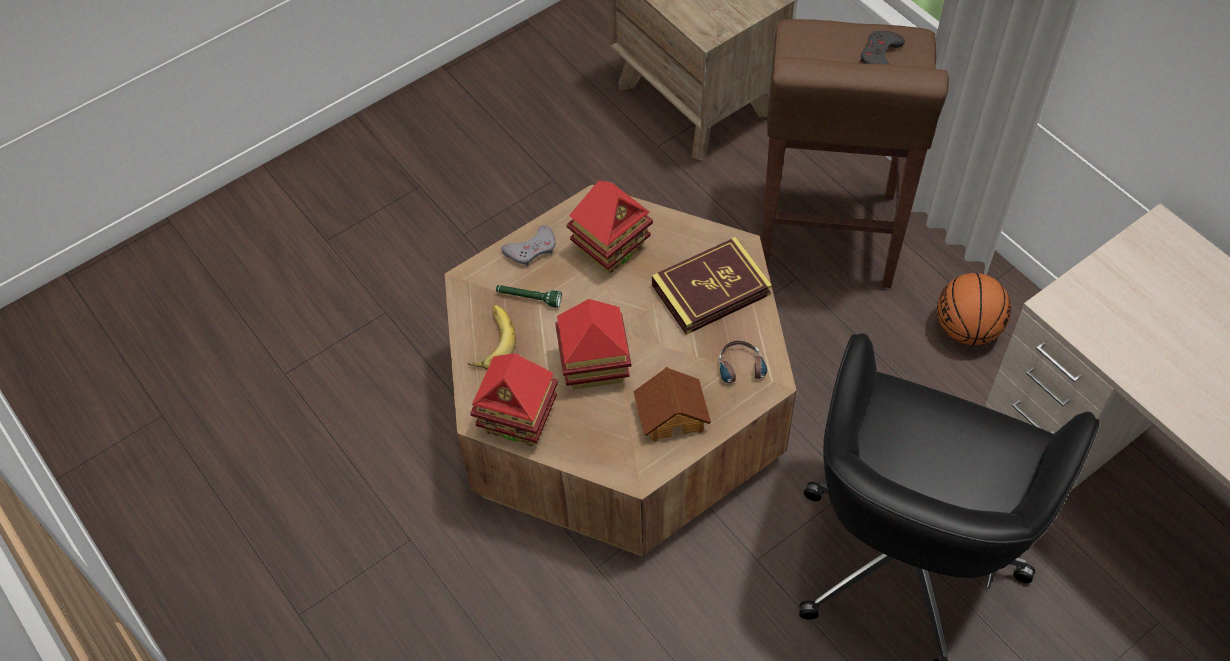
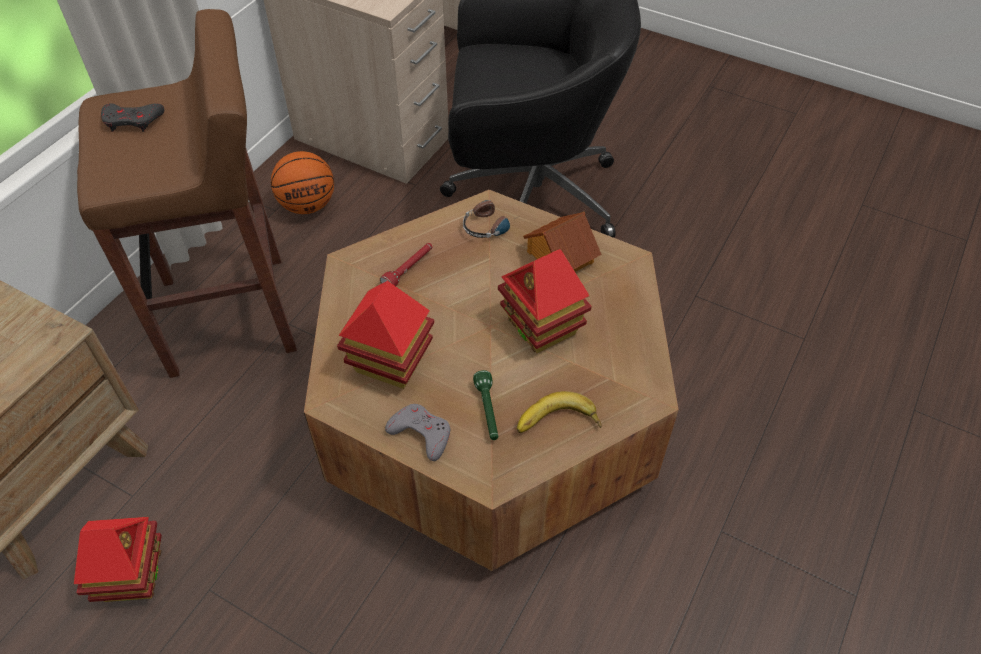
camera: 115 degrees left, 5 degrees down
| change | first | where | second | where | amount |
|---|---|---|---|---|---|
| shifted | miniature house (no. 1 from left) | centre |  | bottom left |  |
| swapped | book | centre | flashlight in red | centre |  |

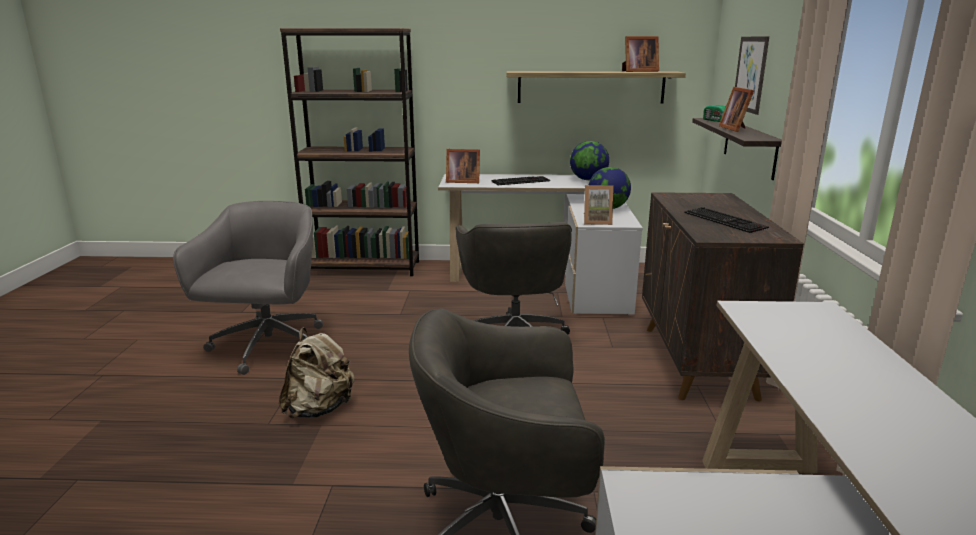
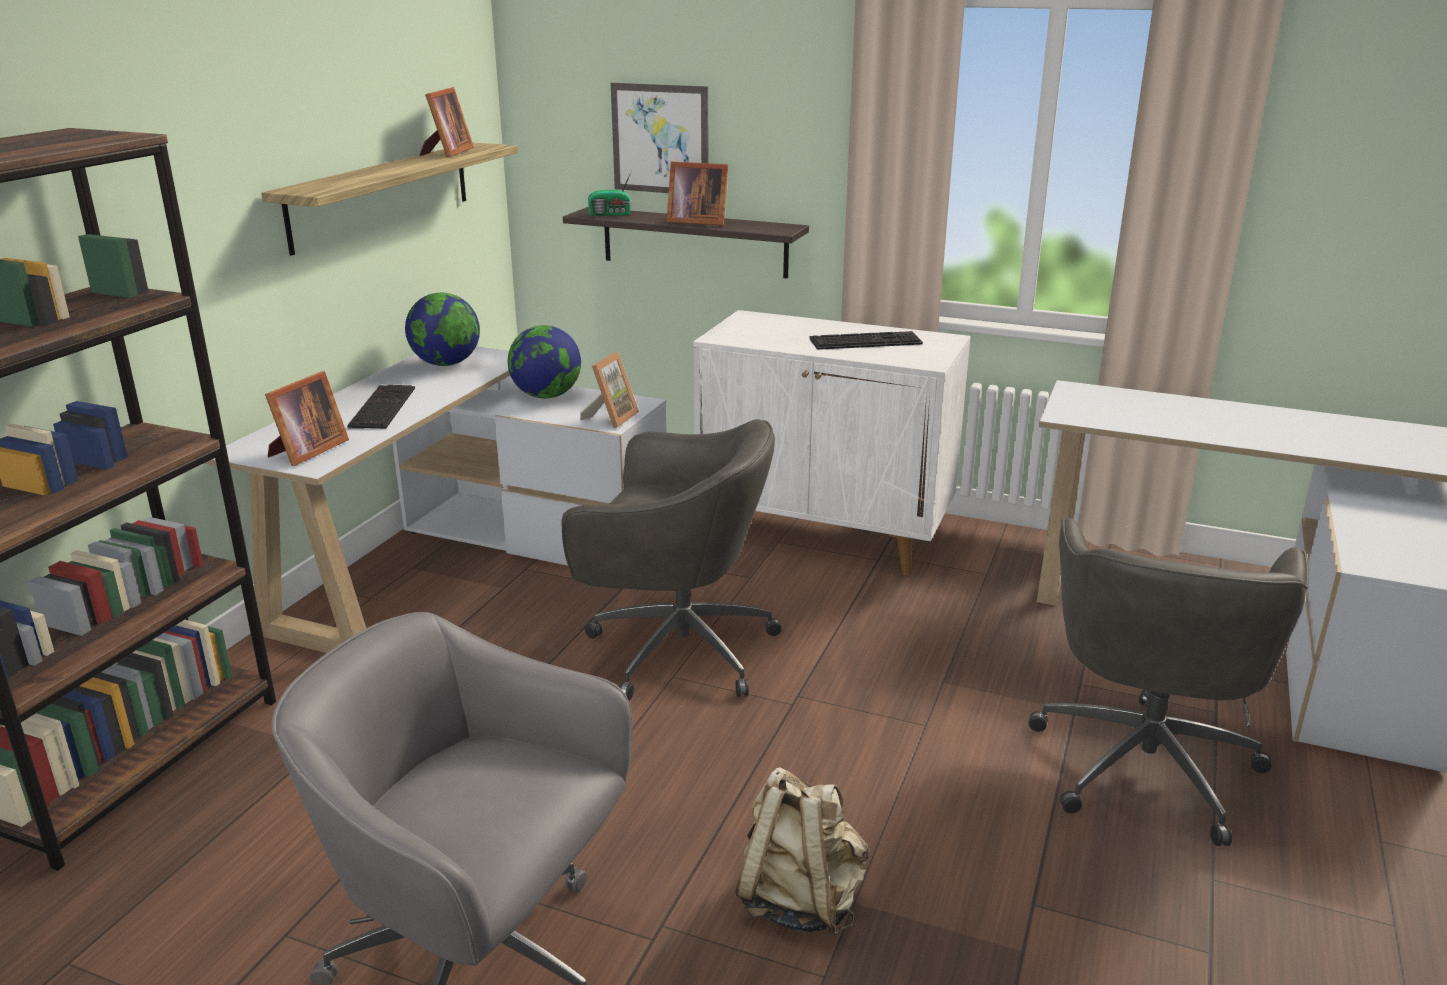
camera: 70 degrees left, 5 degrees up
| change | first | where | second | where | amount |
|---|---|---|---|---|---|
| repainted | cabinet in brown-coloured | middle right | cabinet in white-coloured | centre |  |

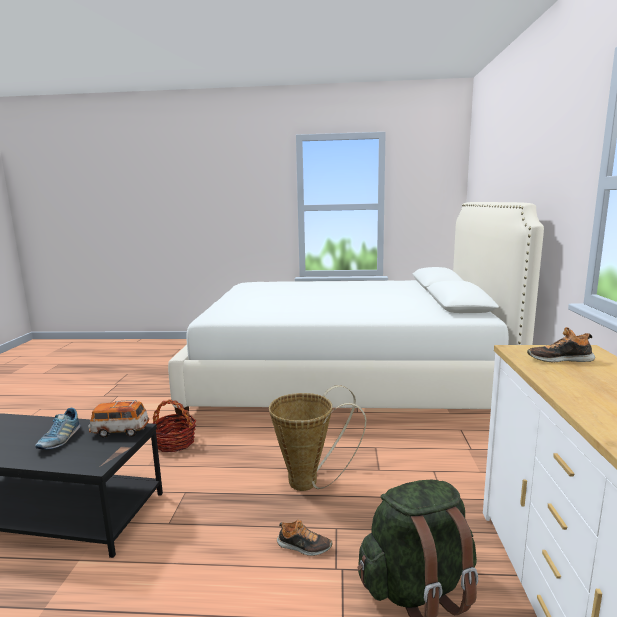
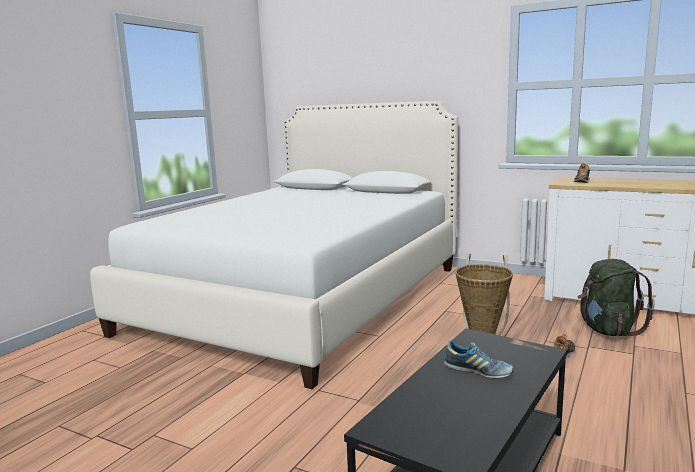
camera: 65 degrees left, 0 degrees up
| change | first | where | second | where | amount |
|---|---|---|---|---|---|
| gone | miniature car | bottom left |  |  |  |
| gone | storage basket (no. 1 from left) | bottom left |  |  |  |

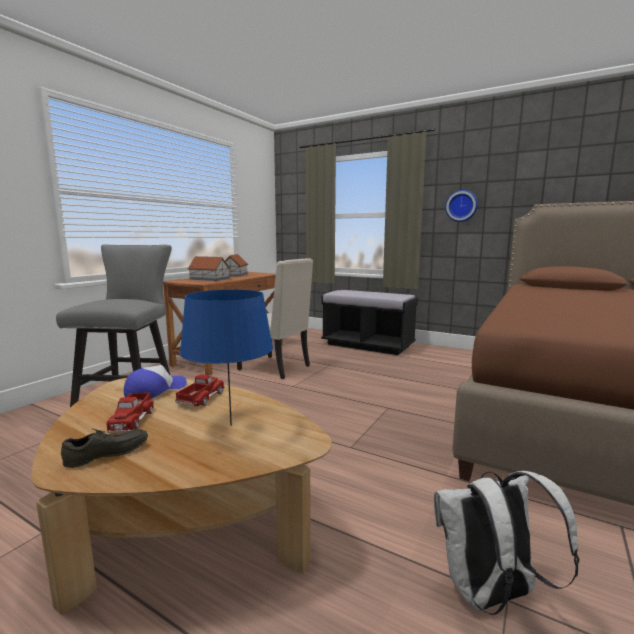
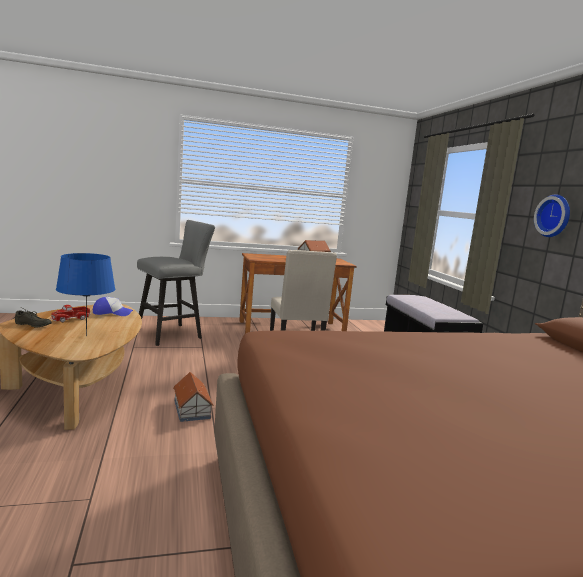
camera: 45 degrees right, 0 degrees up
| change | first | where | second | where | amount |
|---|---|---|---|---|---|
| gone | toy lorry (no. 2 from left) | middle left |  |  |  |
| shifted | miniature house (no. 1 from left) | middle left |  | bottom left |  |
| gone | knapsack in white-coloured | bottom right |  |  |  |

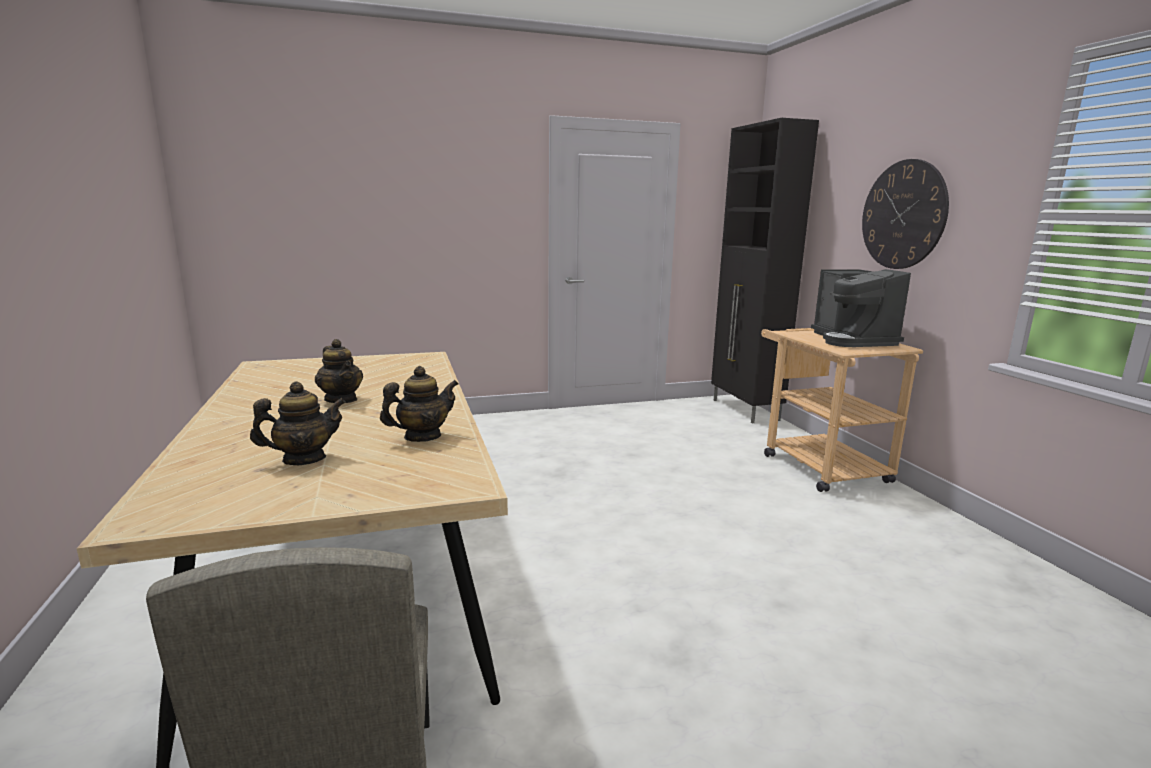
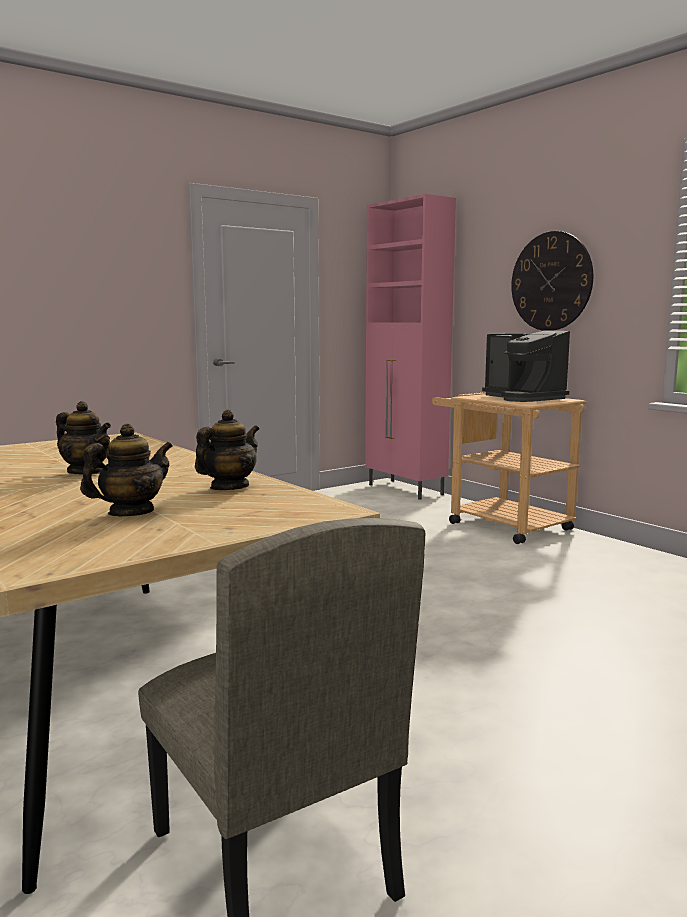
camera: 20 degrees left, 5 degrees down
| change | first | where | second | where | amount |
|---|---|---|---|---|---|
| repainted | cabinet in blackish | centre | cabinet in pink-coloured | centre |  |

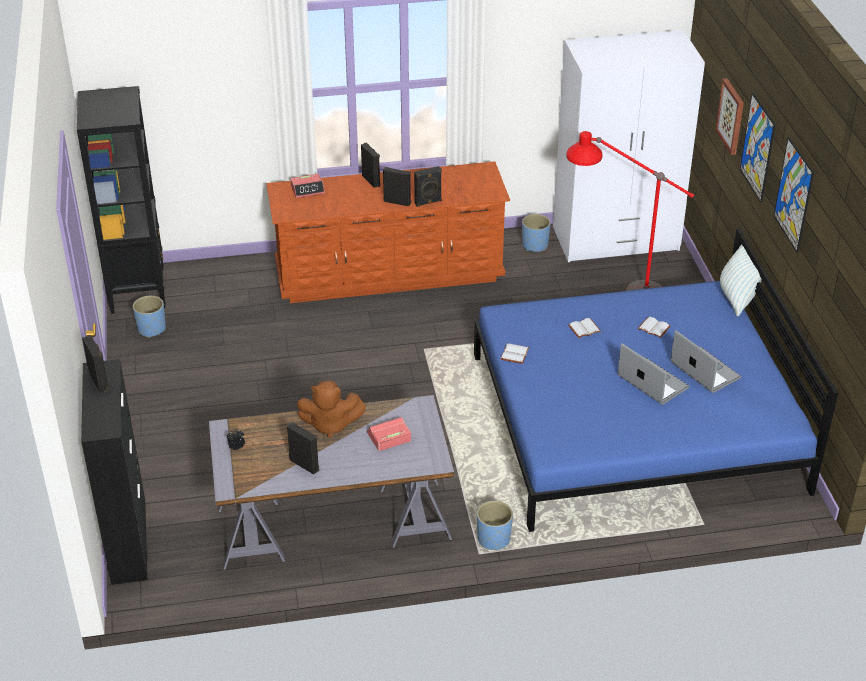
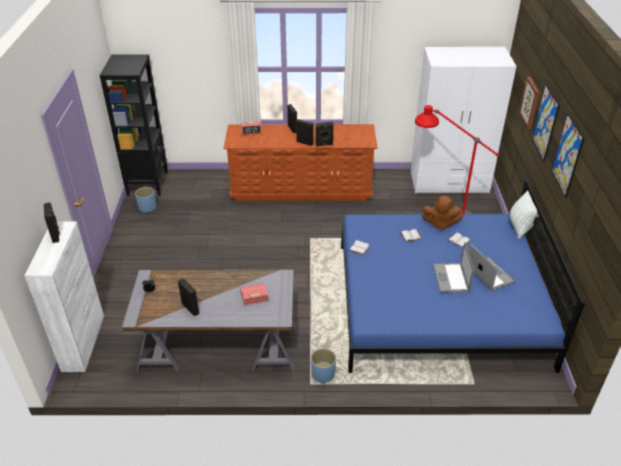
camera: 10 degrees right, 0 degrees up
| change | first | where | second | where | amount |
|---|---|---|---|---|---|
| repainted | cabinet in blackish | bottom left | cabinet in white-coloured | middle left |  |
| shifted | plush toy in brown-coloured | centre |  | middle right |  |
| gone | flower pot in bluish (no. 3 from left) | centre |  |  |  |
| rotated | portable computer (no. 1 from left) | middle right |  | middle right | 150 degrees counterclockwise |

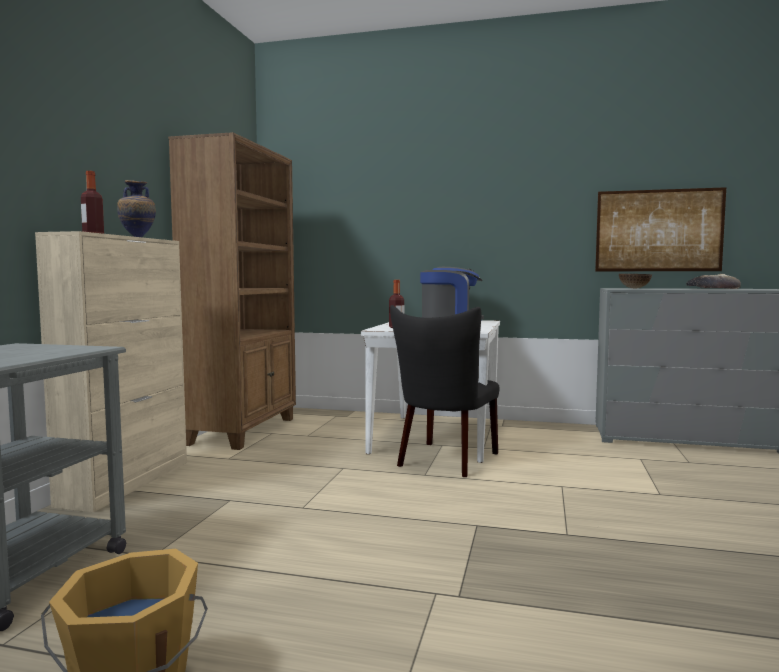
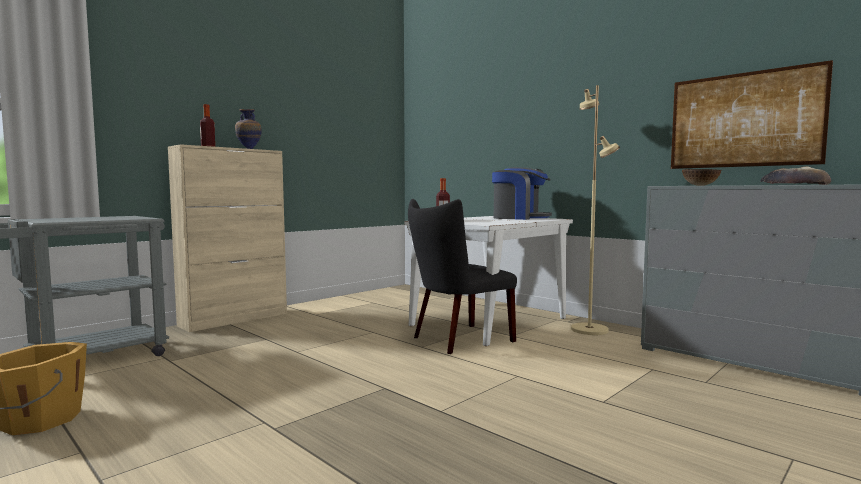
camera: 30 degrees right, 0 degrees up
| change | first | where | second | where | amount |
|---|---|---|---|---|---|
| gone | bookcase in brown-coloured | middle left |  |  |  |
| new |  |  | standing lamp in sand-coloured | middle right |  |

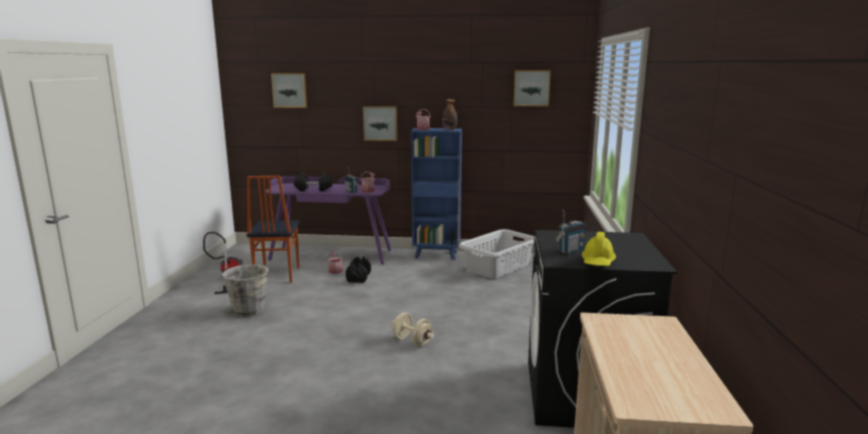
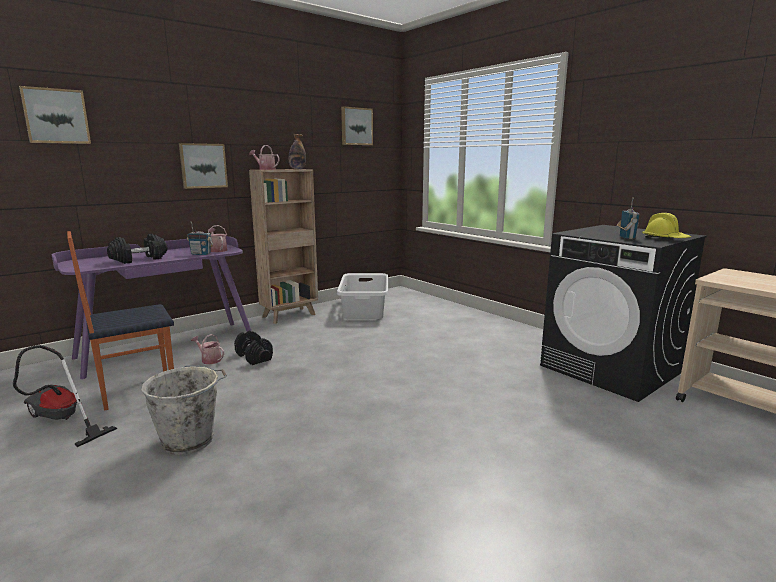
camera: 45 degrees left, 0 degrees up
| change | first | where | second | where | amount |
|---|---|---|---|---|---|
| rotated | chair | middle left |  | middle left | 105 degrees clockwise |
| gone | free weight in sand-coloured | bottom centre |  |  |  |
| repainted | bookcase in bluish | centre | bookcase in brown-coloured | centre |  |

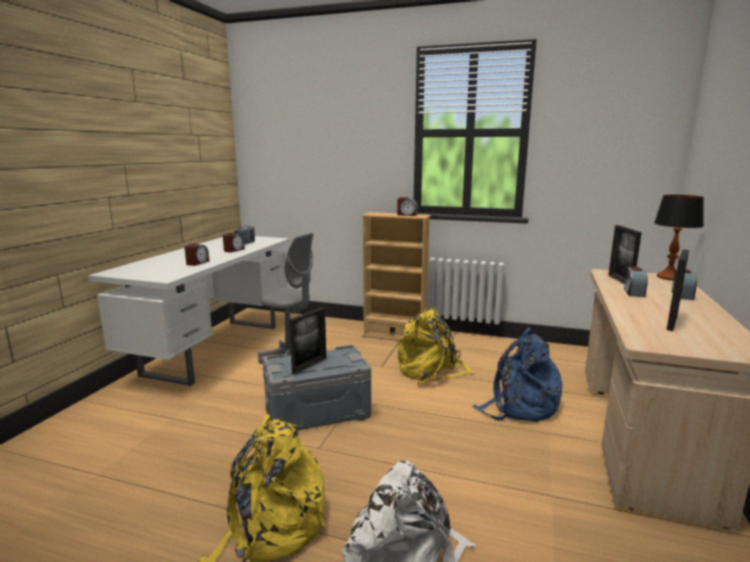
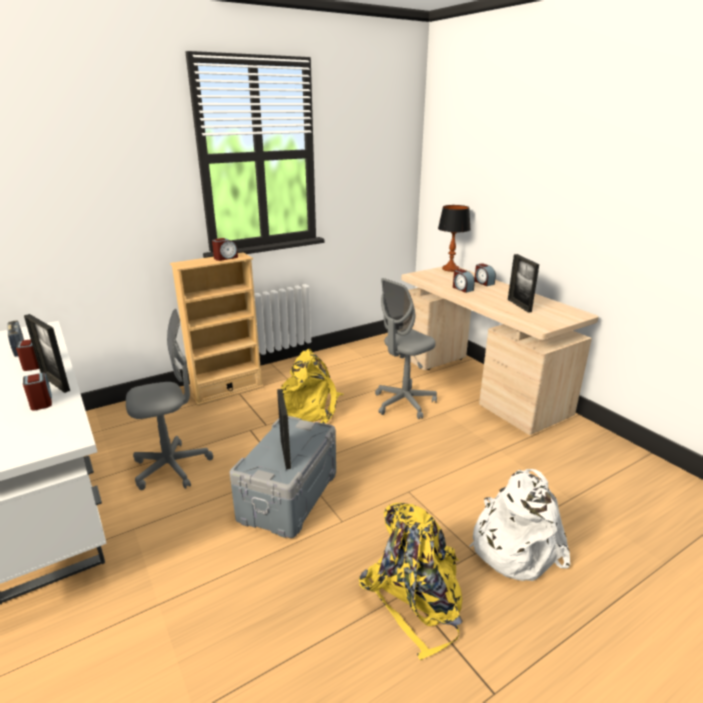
camera: 50 degrees left, 10 degrees up
| change | first | where | second | where | amount |
|---|---|---|---|---|---|
| swapped | knapsack in bluish | middle right | computer chair in grey (no. 2 from left) | centre |  |
| shifted | picture frame (no. 2 from left in the first image) | middle right | picture frame (no. 1 from left) | middle left |  |

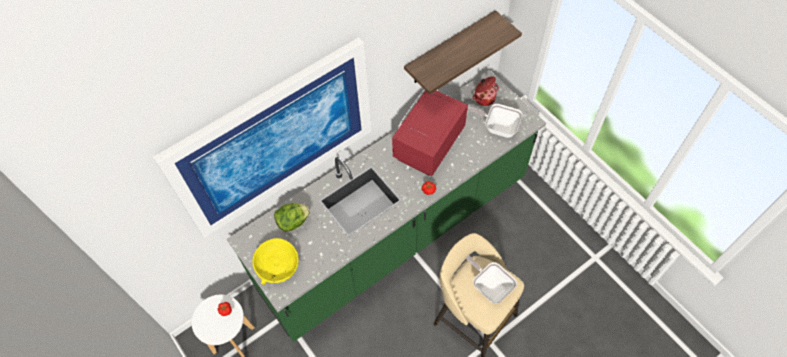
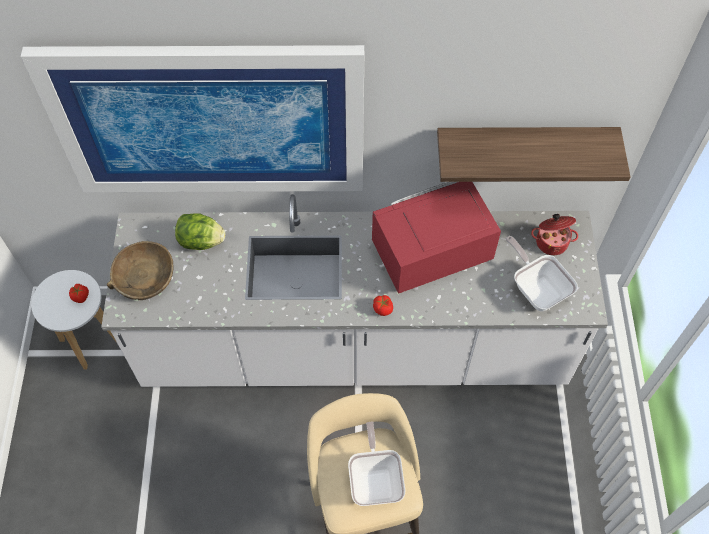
camera: 35 degrees right, 0 degrees up
| change | first | where | second | where | amount |
|---|---|---|---|---|---|
| repainted | kitchen base unit in green | centre | kitchen base unit in white-coloured | centre |  |
| repainted | serving bowl in yellow | bottom centre | serving bowl in brown-coloured | middle left |  |

